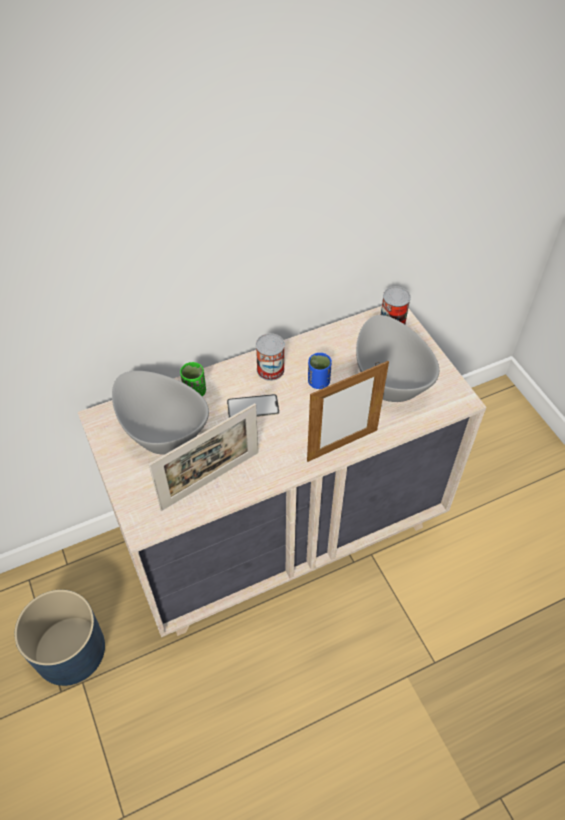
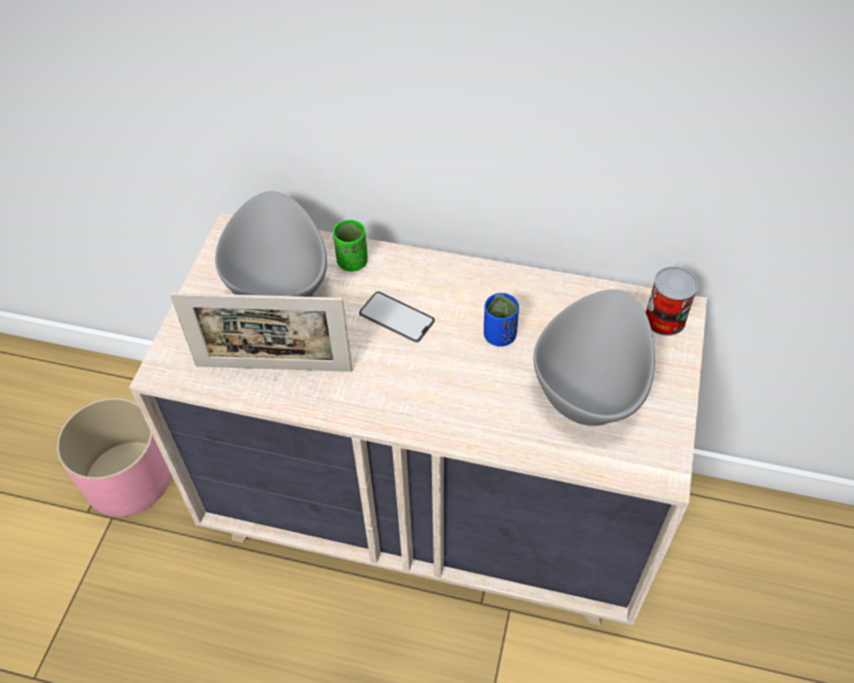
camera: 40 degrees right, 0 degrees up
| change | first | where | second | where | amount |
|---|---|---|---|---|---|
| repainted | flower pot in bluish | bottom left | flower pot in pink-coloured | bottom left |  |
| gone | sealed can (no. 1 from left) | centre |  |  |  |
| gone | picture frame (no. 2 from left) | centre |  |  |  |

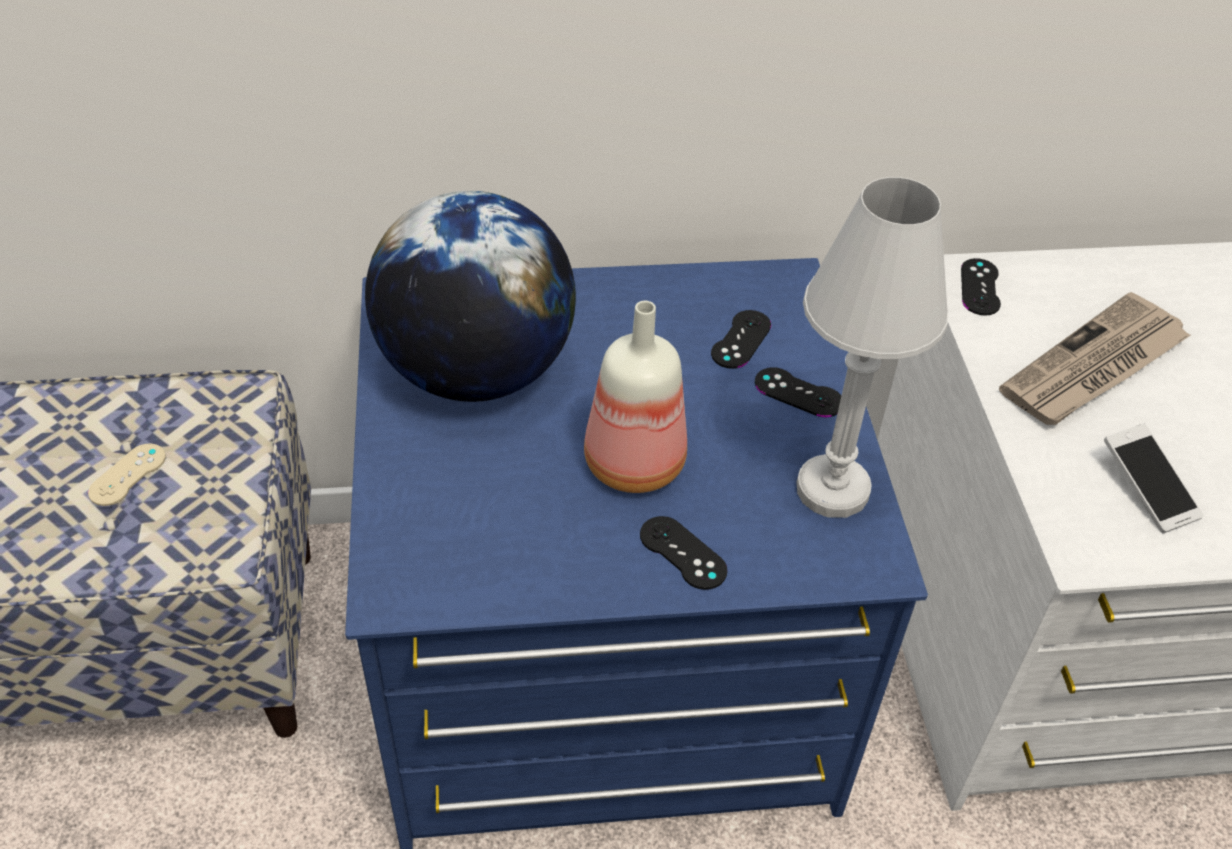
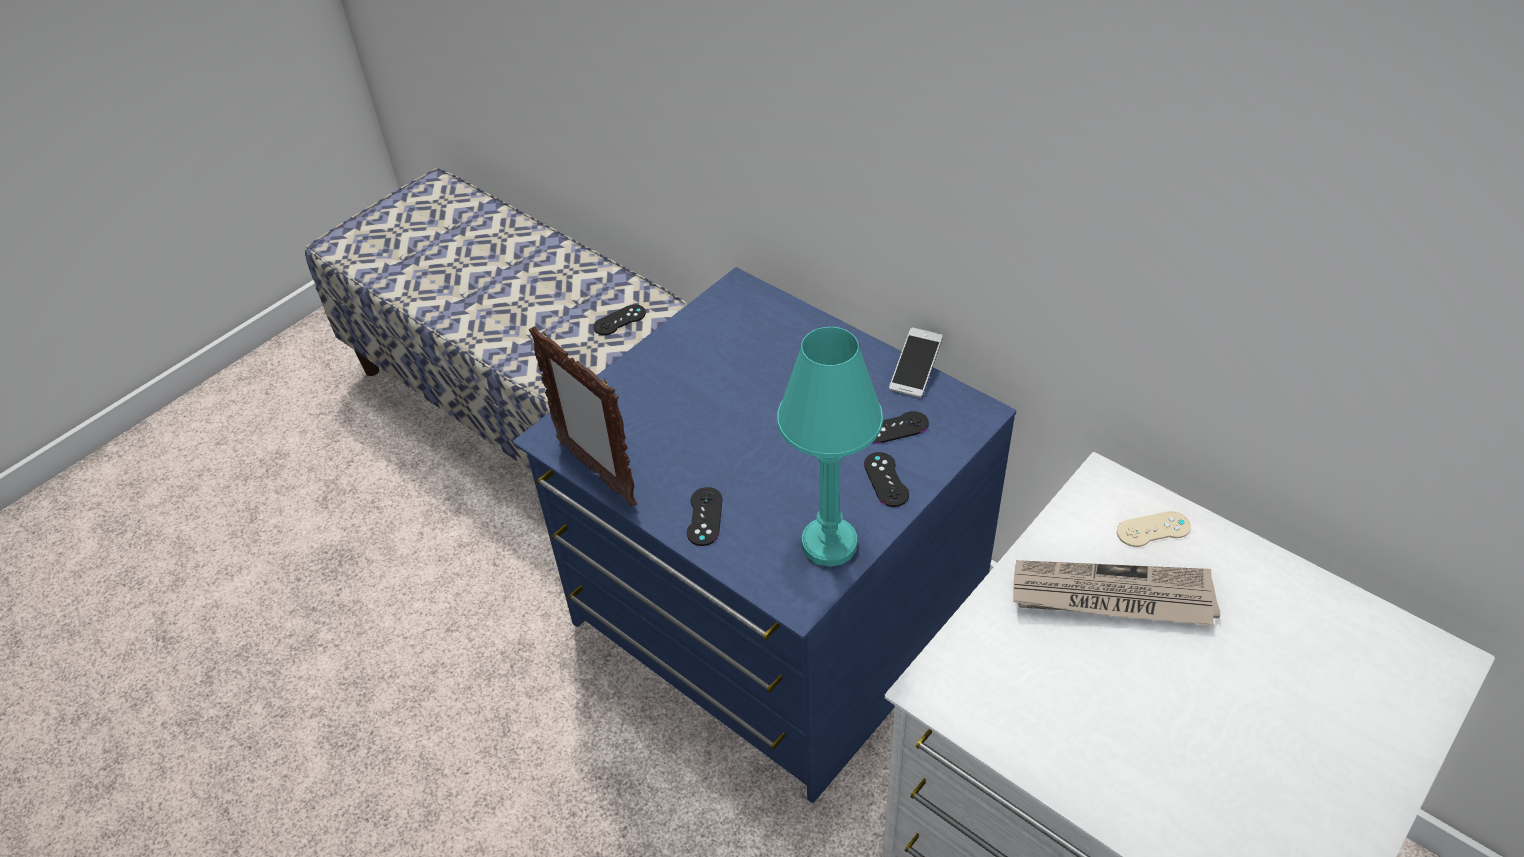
camera: 50 degrees right, 0 degrees up
| change | first | where | second | where | amount |
|---|---|---|---|---|---|
| shifted | gamepad in sand-coloured | middle left |  | middle right |  |
| gone | globe | centre |  |  |  |
| gone | bottle | centre |  |  |  |
| repainted | table lamp in white-coloured | middle right | table lamp in turquoise-coloured | centre |  |
| shifted | gamepad in blackish (no. 4 from left in the first image) | middle right | gamepad in blackish (no. 1 from left) | centre |  |
| shifted | handset | middle right |  | centre |  |
| new |  |  | picture frame | centre |  |

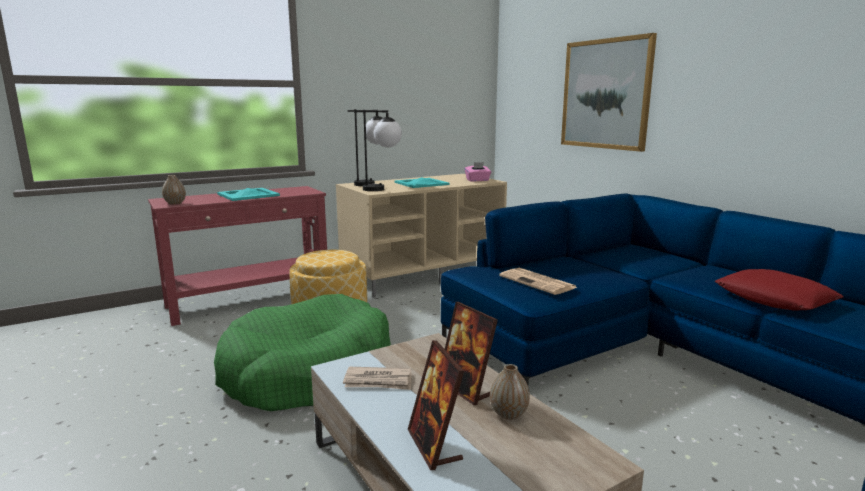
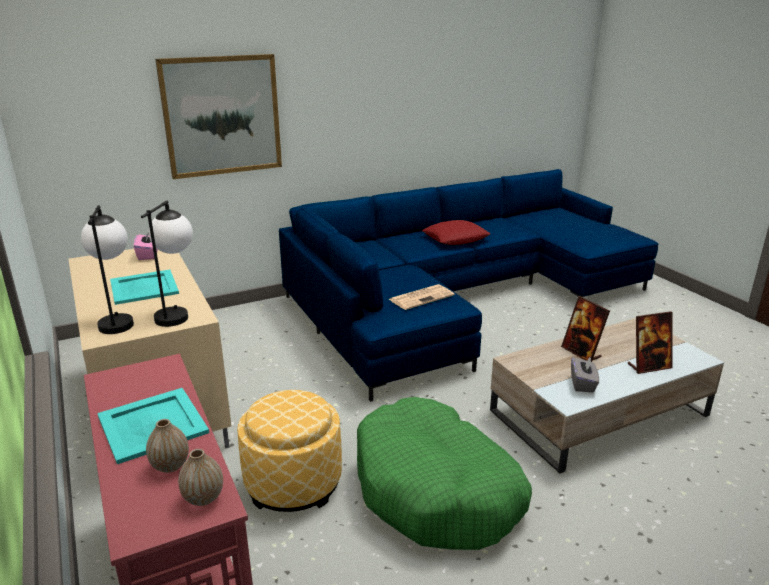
camera: 85 degrees left, 10 degrees up
| change | first | where | second | where | amount |
|---|---|---|---|---|---|
| swapped | printed paper (no. 1 from left) | bottom centre | tissue box in grey | middle right |  |
| rotated | picture frame (no. 2 from left in the first image) | bottom centre | picture frame (no. 1 from left) | middle right | 90 degrees clockwise |
| shifted | vase (no. 2 from left in the first image) | bottom centre | vase (no. 1 from left) | bottom left |  |

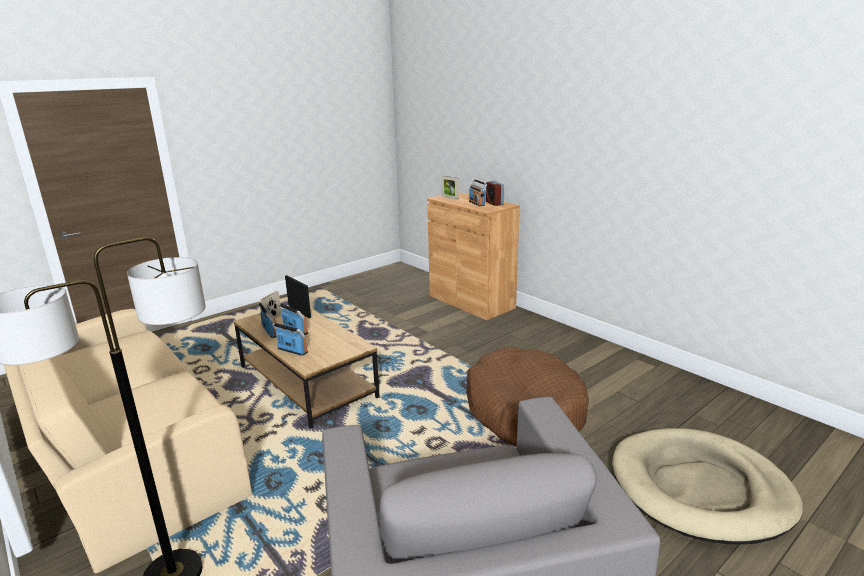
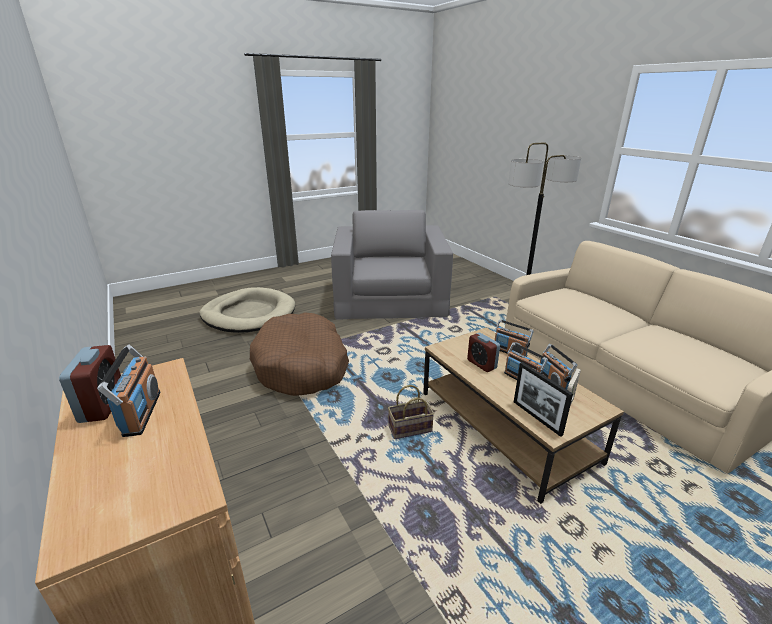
camera: 170 degrees left, 5 degrees up
| change | first | where | second | where | amount |
|---|---|---|---|---|---|
| gone | picture frame (no. 3 from left) | top centre |  |  |  |
| new |  |  | storage basket | centre |  |
| new |  |  | alarm clock (no. 2 from left) | centre |  |

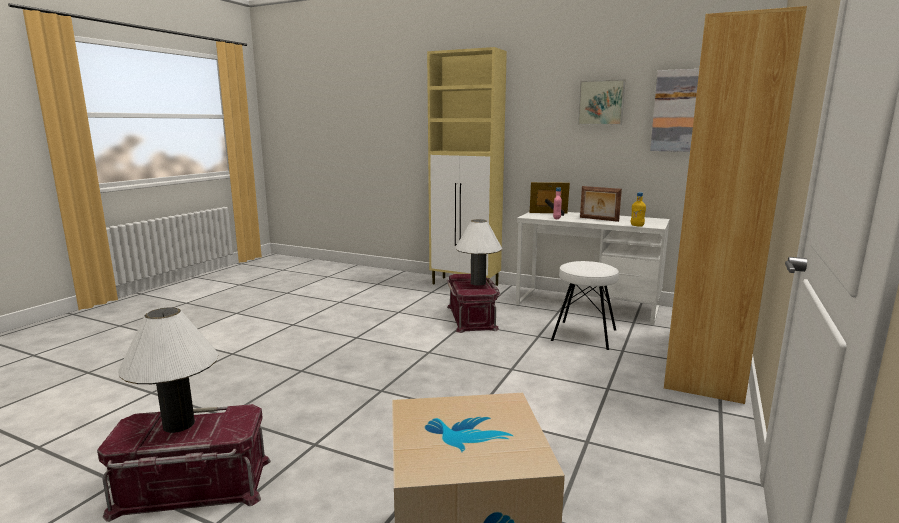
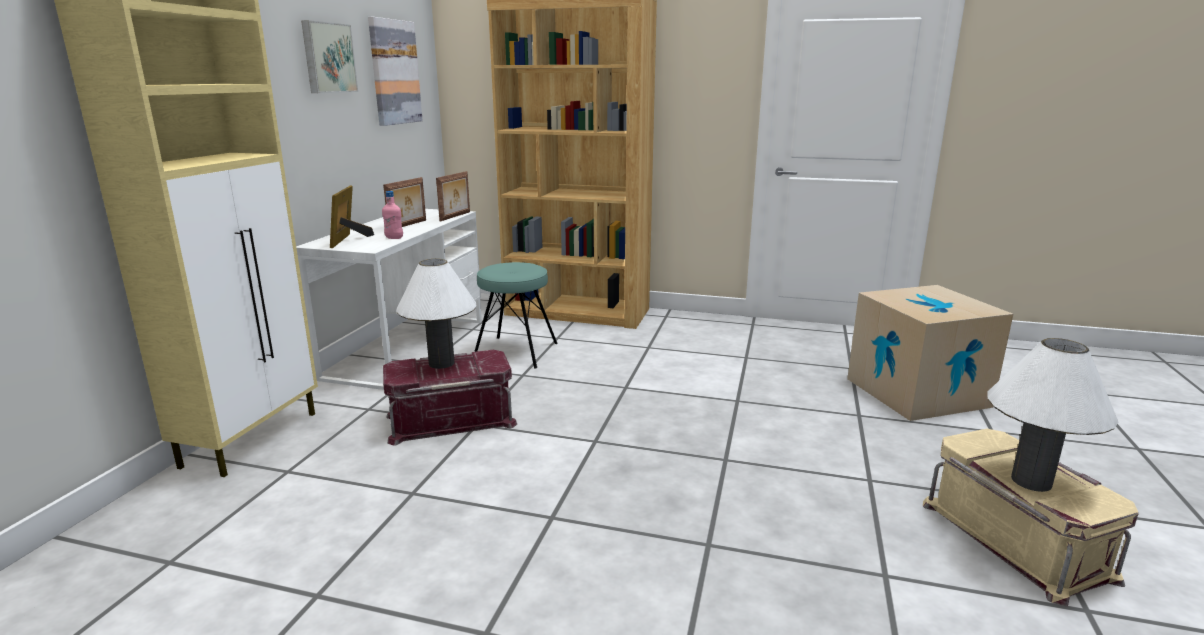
camera: 100 degrees left, 5 degrees up
| change | first | where | second | where | amount |
|---|---|---|---|---|---|
| repainted | storage container in red (no. 1 from left) | bottom left | storage container in sand-coloured | bottom right |  |
| repainted | stool in white-coloured | centre | stool in turquoise-coloured | centre |  |
| swapped | bottle in yellow | middle right | picture frame (no. 3 from left) | top centre |  |

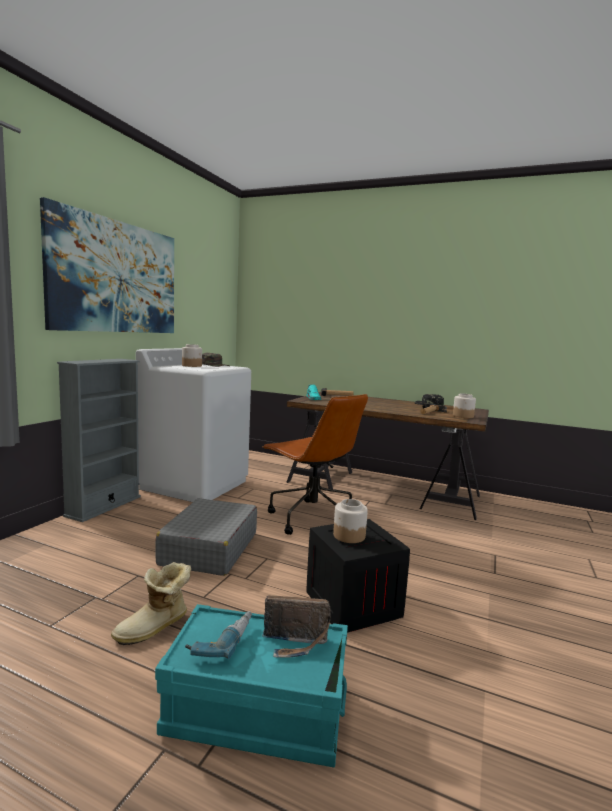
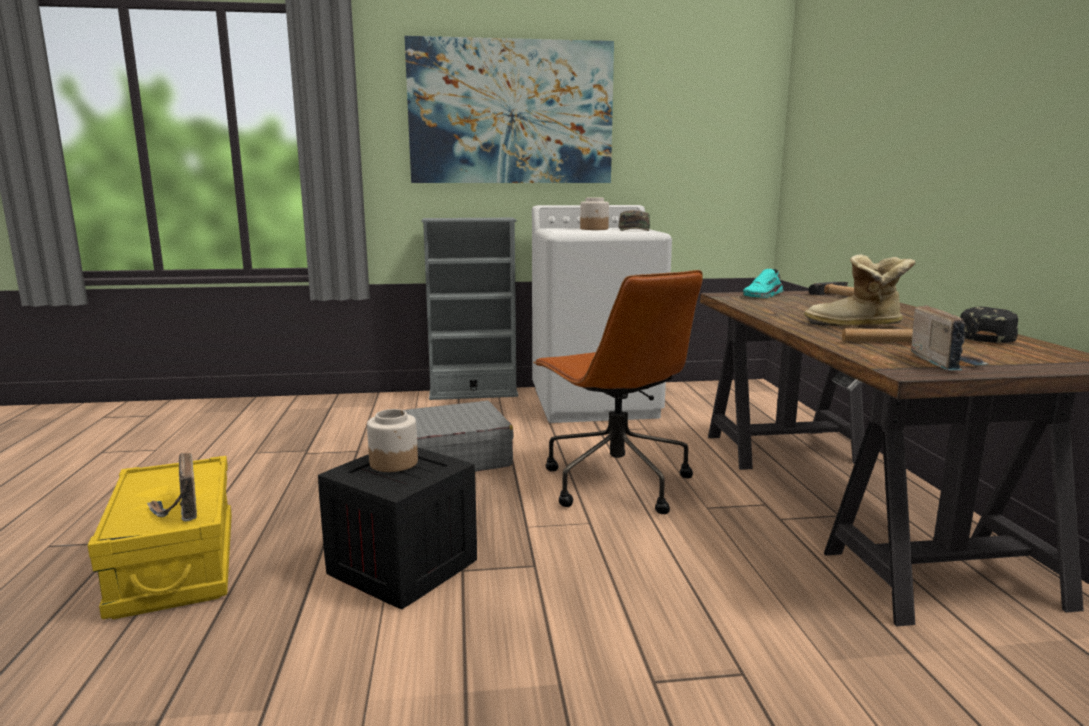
camera: 60 degrees right, 5 degrees up
| change | first | where | second | where | amount |
|---|---|---|---|---|---|
| shifted | tall boot | bottom left |  | middle right |  |
| repainted | storage container in turquoise-coloured | bottom centre | storage container in yellow | bottom left |  |
| gone | power drill | bottom centre |  |  |  |
| rotated | computer chair in brown-coloured | centre |  | centre | 45 degrees counterclockwise |
| swapped | storage jar (no. 3 from left) | middle right | radio (no. 2 from left) | middle right |  |

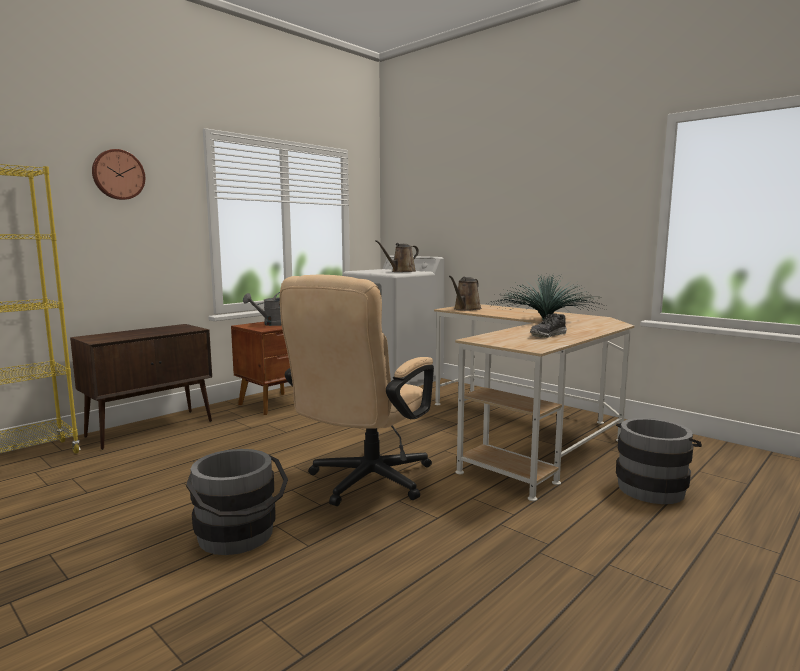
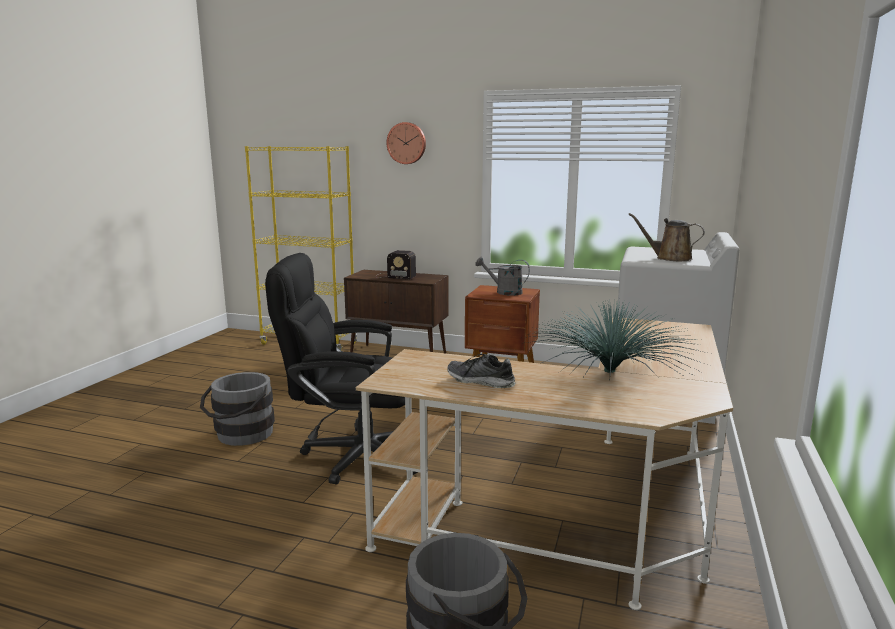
camera: 65 degrees right, 5 degrees up
| change | first | where | second | where | amount |
|---|---|---|---|---|---|
| repainted | computer chair in sand-coloured | centre | computer chair in blackish | centre |  |
| gone | watering can in brown-coloured (no. 2 from left) | centre |  |  |  |
| new |  |  | radio | centre |  |

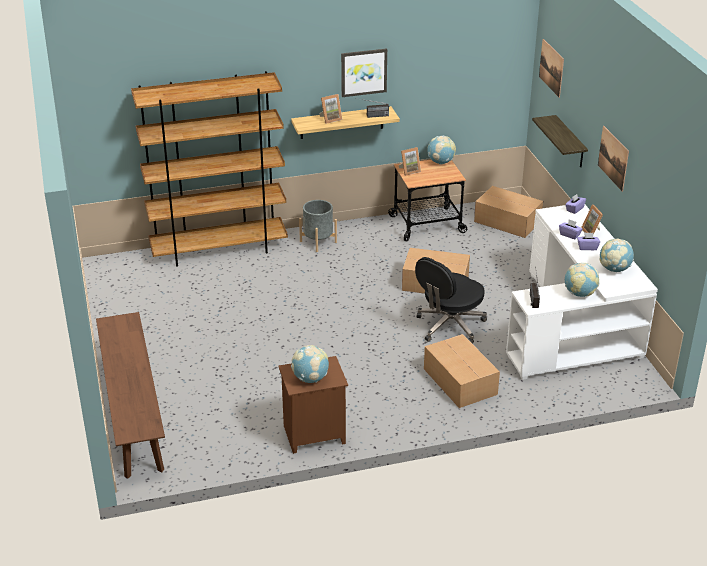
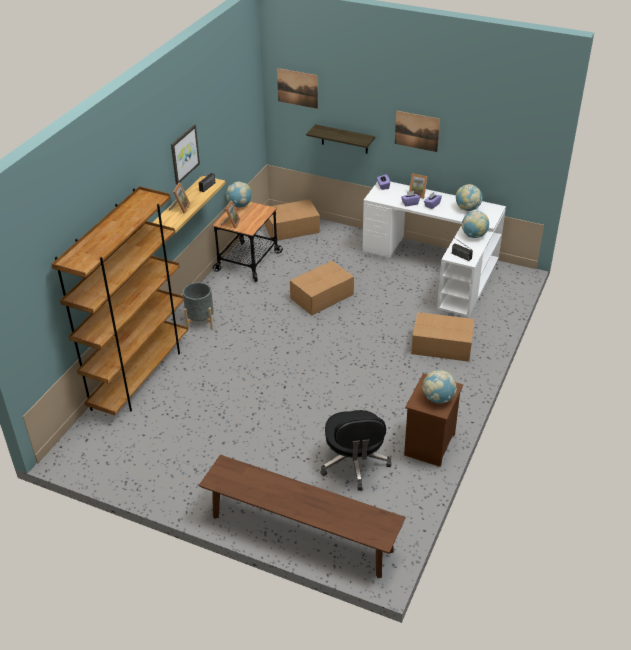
camera: 50 degrees left, 5 degrees up
| change | first | where | second | where | amount |
|---|---|---|---|---|---|
| shifted | computer chair in blackish | centre |  | bottom centre |  |

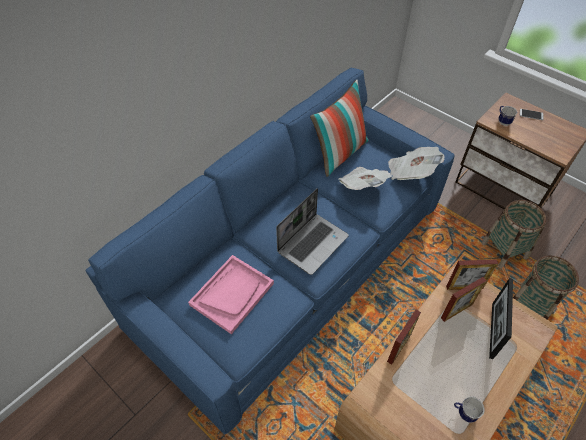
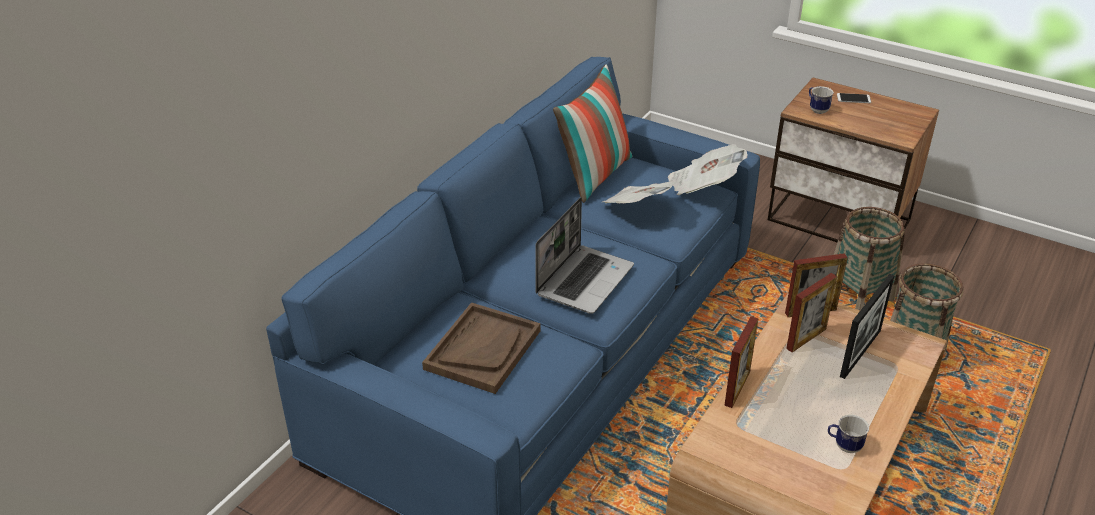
camera: 10 degrees left, 15 degrees down
| change | first | where | second | where | amount |
|---|---|---|---|---|---|
| repainted | tray in pink-coloured | bottom centre | tray in brown-coloured | bottom centre |  |
| rotated | picture frame (no. 4 from left) | bottom right |  | middle right | 150 degrees counterclockwise |

